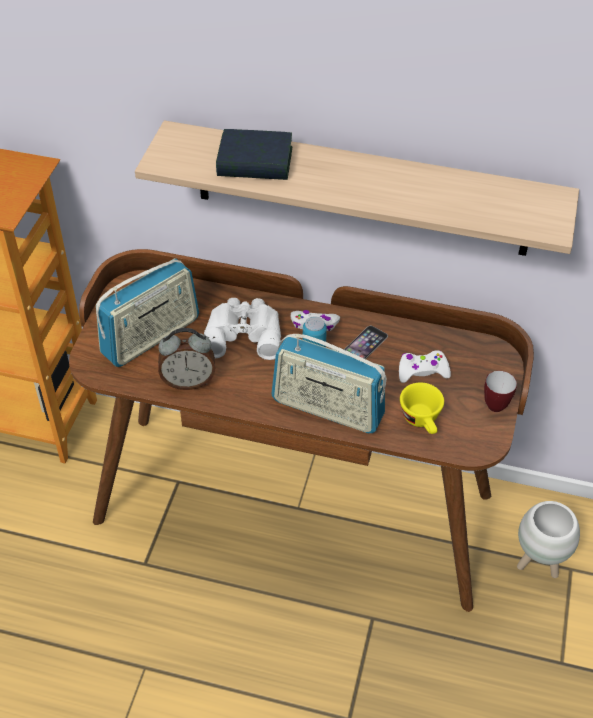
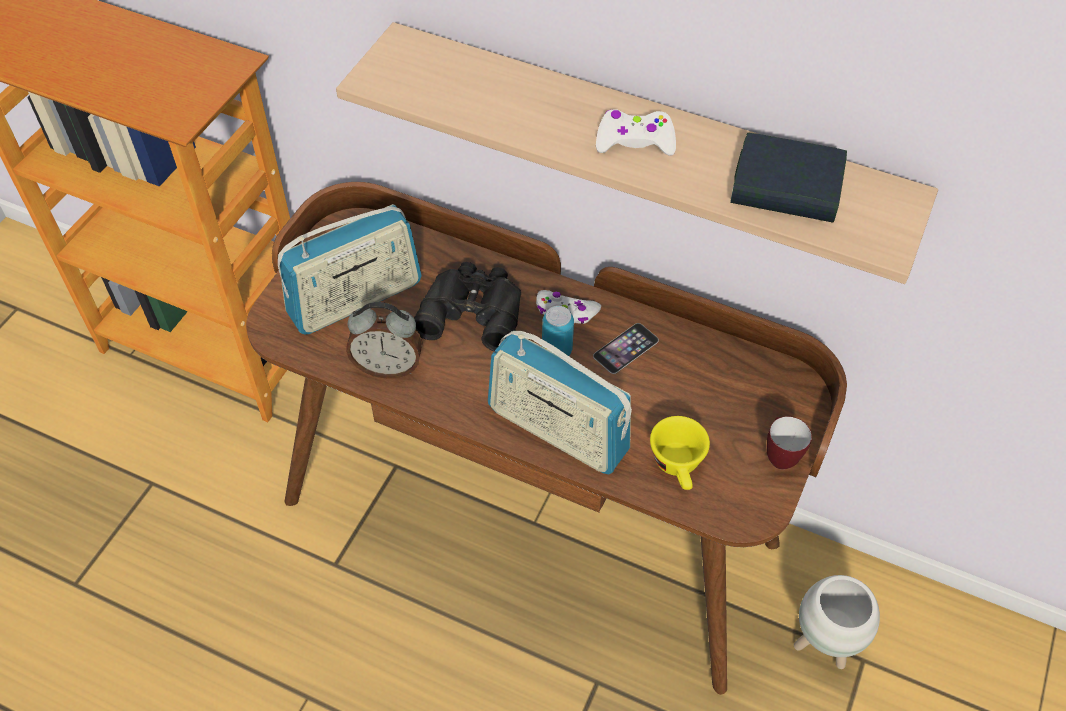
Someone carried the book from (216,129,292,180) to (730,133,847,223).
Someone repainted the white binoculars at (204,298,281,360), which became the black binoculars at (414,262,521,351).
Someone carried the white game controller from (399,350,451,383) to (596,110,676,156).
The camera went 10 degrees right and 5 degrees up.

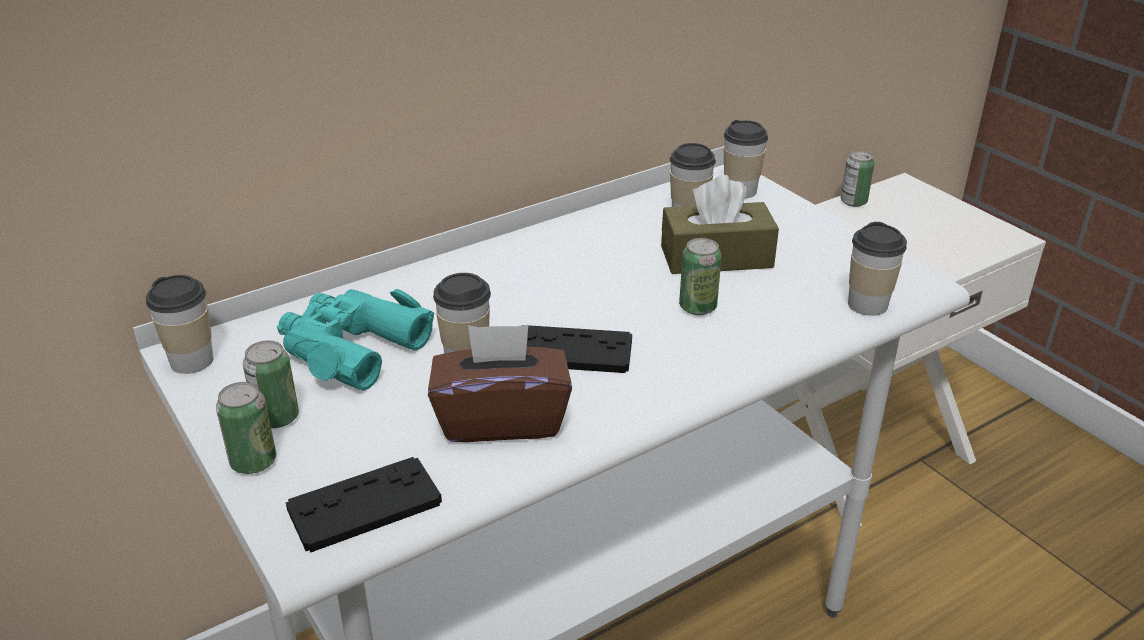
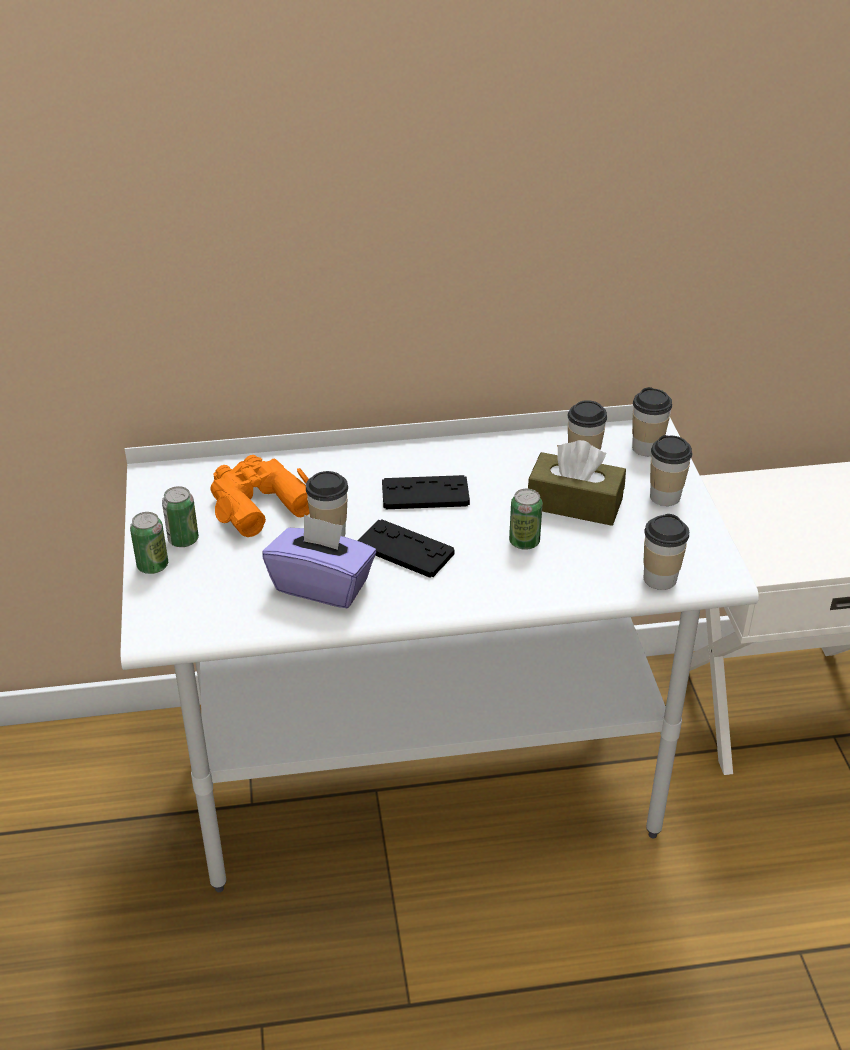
Someone took away the can at (841,151,874,207).
Someone carried the cup from (146,275,214,374) to (650,435,692,506).
Someone repainted the turquoise binoculars at (277,289,434,391), which became the orange binoculars at (210,455,310,537).
Someone repainted the brown tissue box at (428,325,572,442), which became the purple tissue box at (262,514,376,608).
Someone carried the black game controller from (286,457,442,553) to (382,475,470,509).
The camera went 25 degrees right and 5 degrees up.

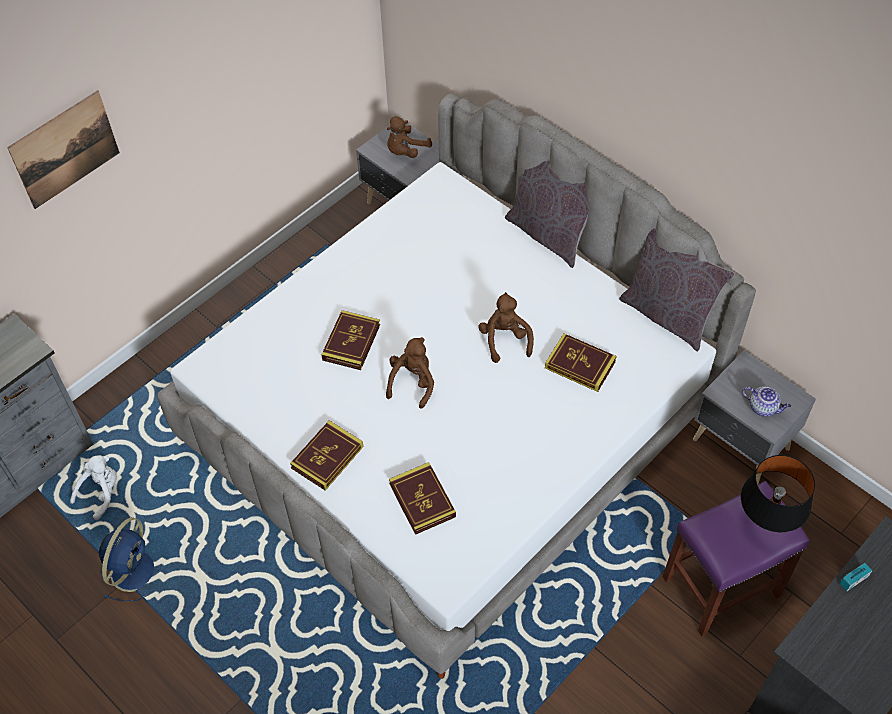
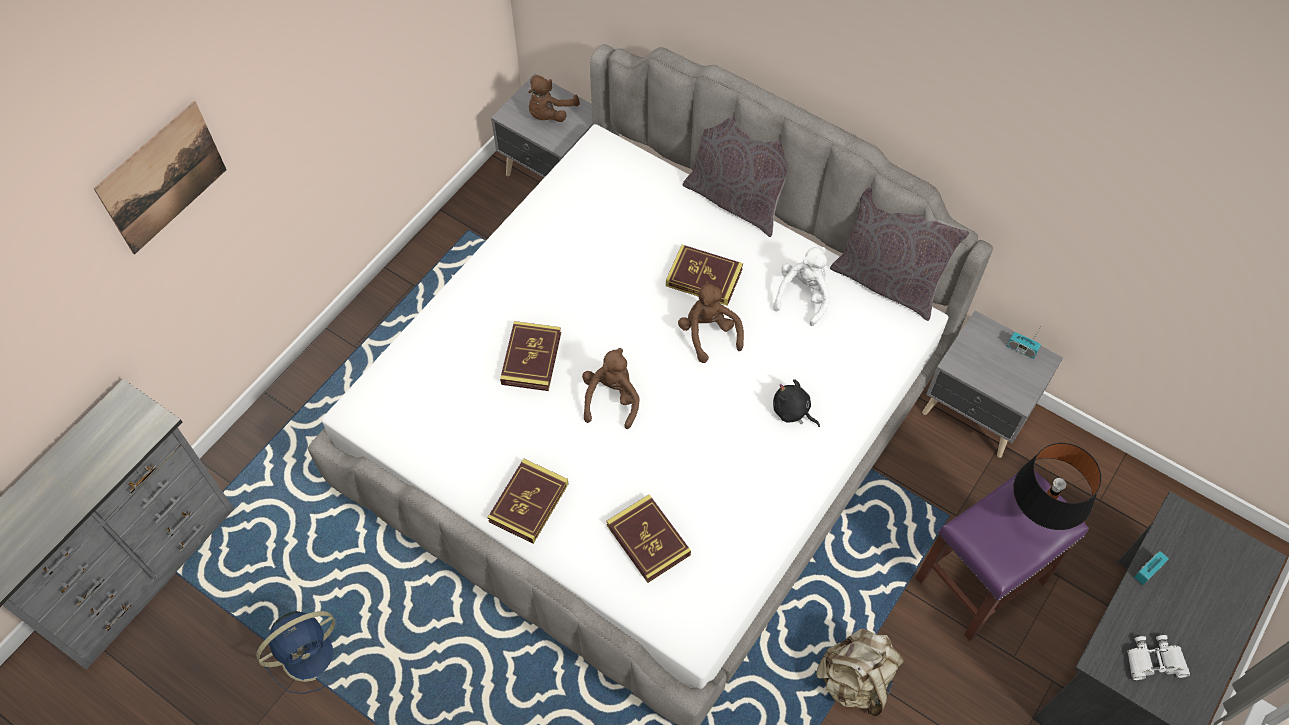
Someone carried the book from (545,334,617,392) to (666,245,743,306).
Someone took away the teapot at (742,386,791,417).
Someone carried the white plush toy from (70,455,117,520) to (773,247,830,326).
Someone rotated the blue fan at (99,517,154,602) by 45 degrees clockwise.
Someone put down the radio at (1007,329,1041,359).
Someone put down the black plush toy at (773,379,820,427).
Someone put down the beige backpack at (816,628,905,716).
Someone put down the white binoculars at (1127,635,1190,680).
The camera went 10 degrees left and 5 degrees up.

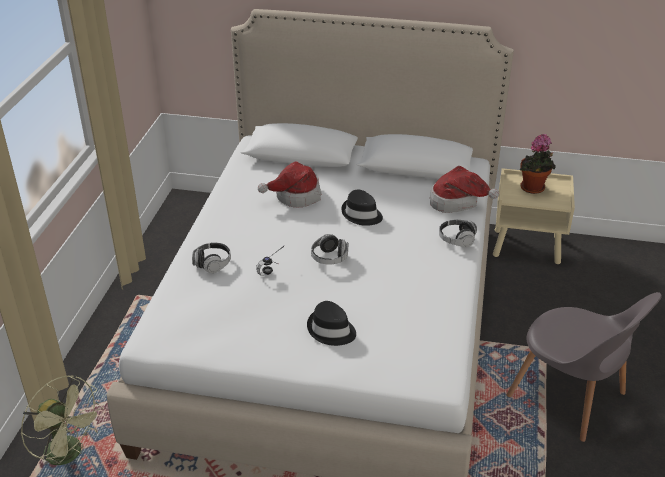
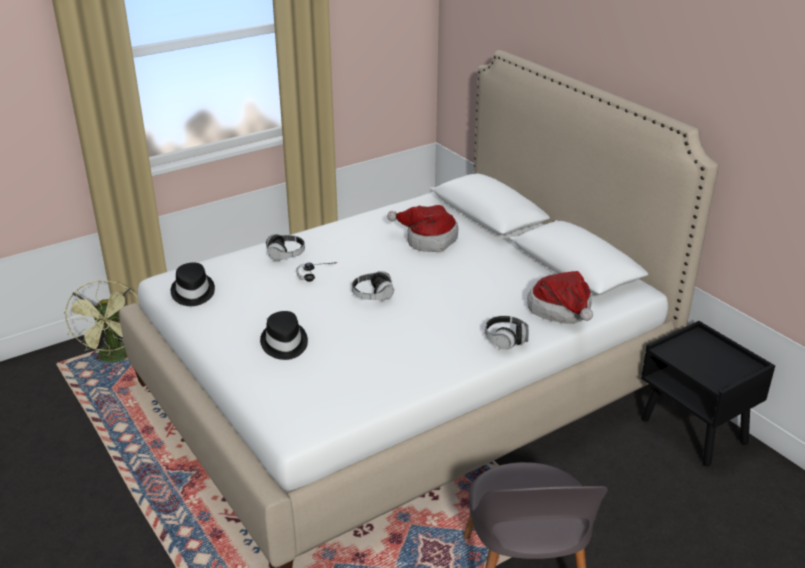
Someone took away the potted plant at (520,134,556,194).
Someone repainted the beige nightstand at (493,168,575,264), which became the black nightstand at (641,321,775,466).
Someone carried the black hat from (341,189,383,226) to (171,263,215,306).
The camera went 45 degrees right and 5 degrees down.

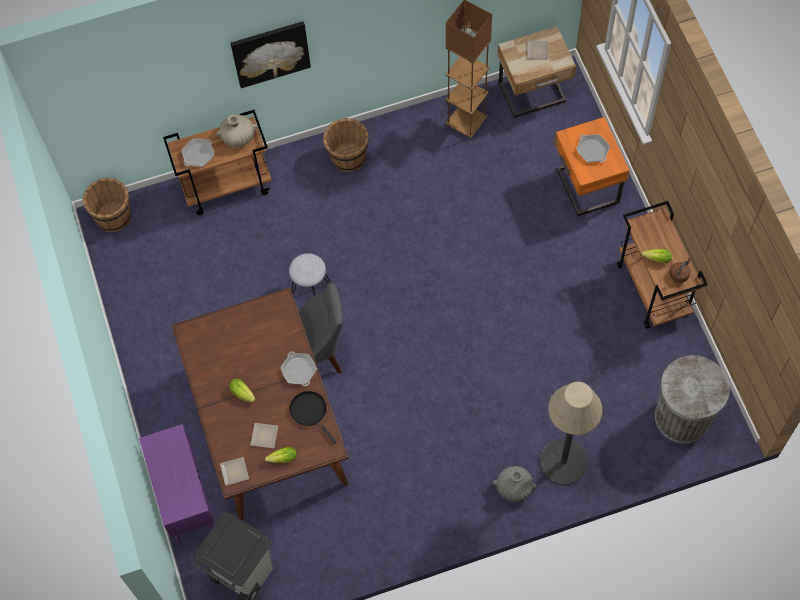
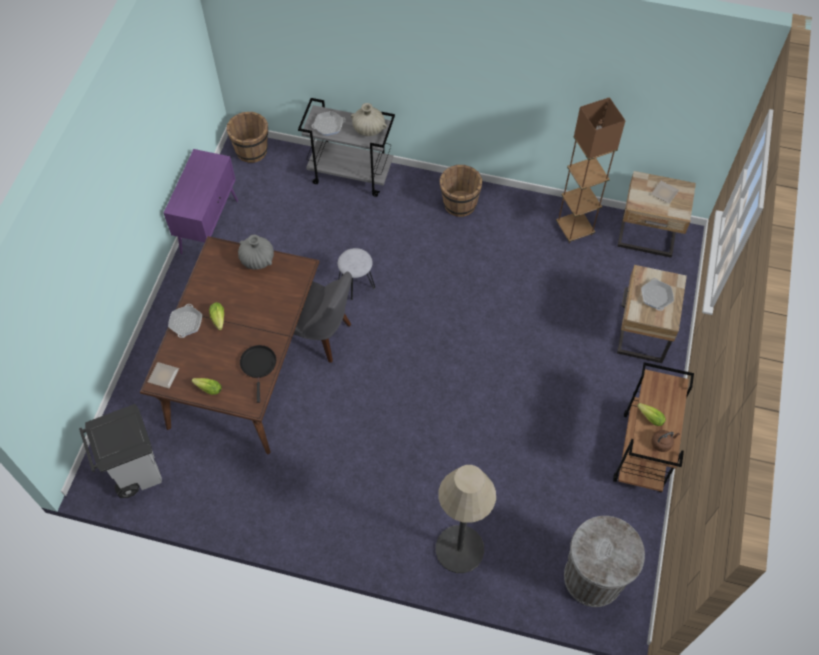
Someone took away the picture at (230,21,311,88).
Someone repainted the brown cart at (163,110,272,215), which became the grey cart at (298,98,395,197).
Someone repainted the orange nightstand at (555,117,629,216), which became the beige nightstand at (617,265,687,363).
Someone carried the frying pan from (281,352,317,386) to (168,304,202,338).
Someone took away the plate at (250,423,278,448).
Someone carried the purple cabinet from (139,424,214,547) to (164,149,238,254).
Someone carried the grey vase from (493,466,537,502) to (238,235,274,270).
The camera went 30 degrees right and 5 degrees down.

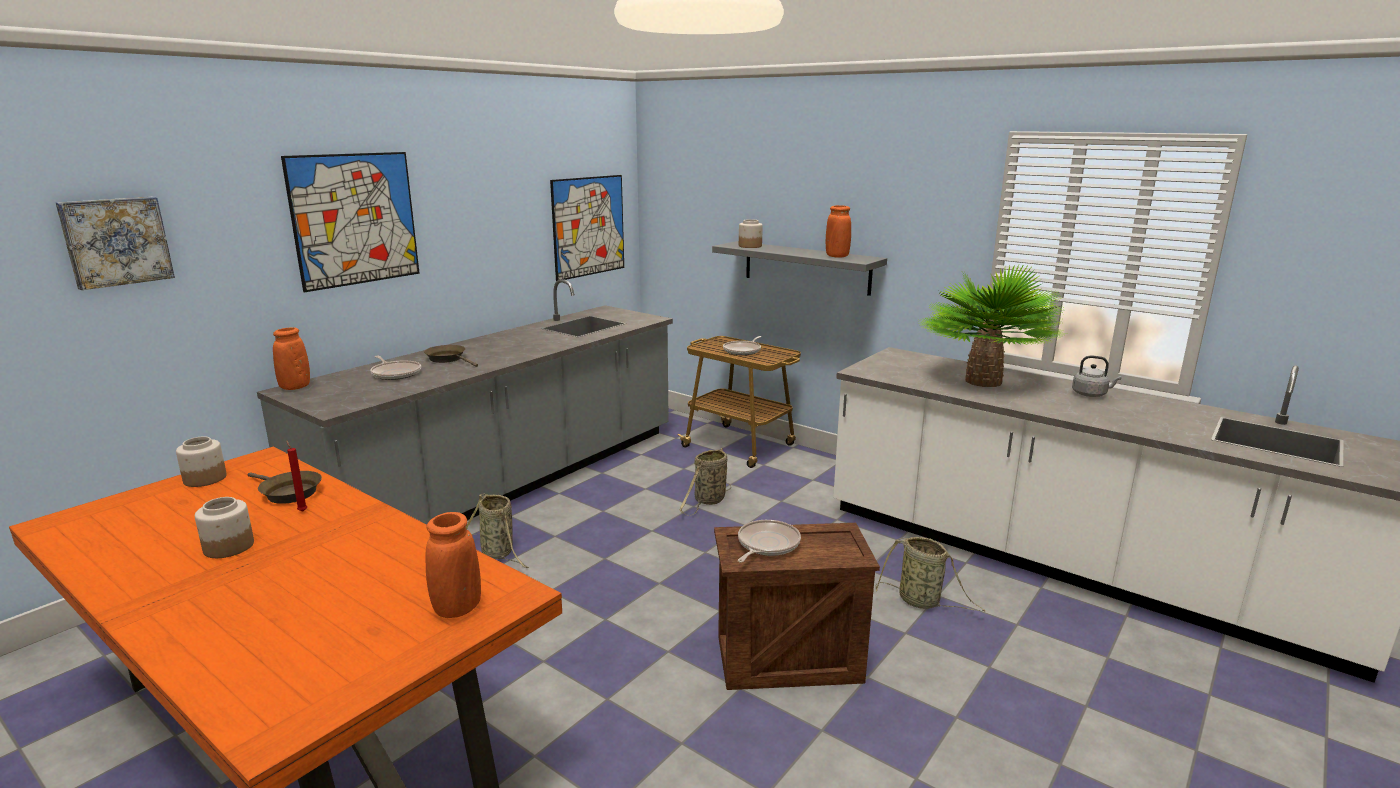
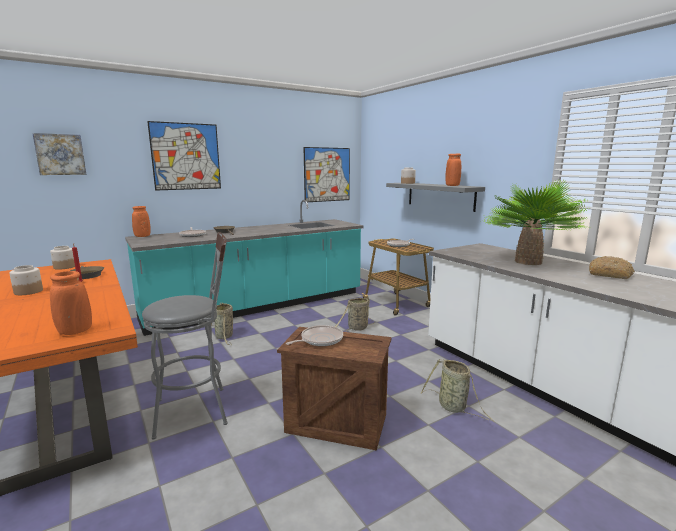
Someone repainted the grey counter at (257,279,673,524), which became the turquoise counter at (125,200,364,336).
Someone swapped the grey kettle at (1072,356,1122,397) for the bread at (589,256,635,279).
Someone put down the grey stool at (142,232,228,440).
The camera went 20 degrees right and 5 degrees down.

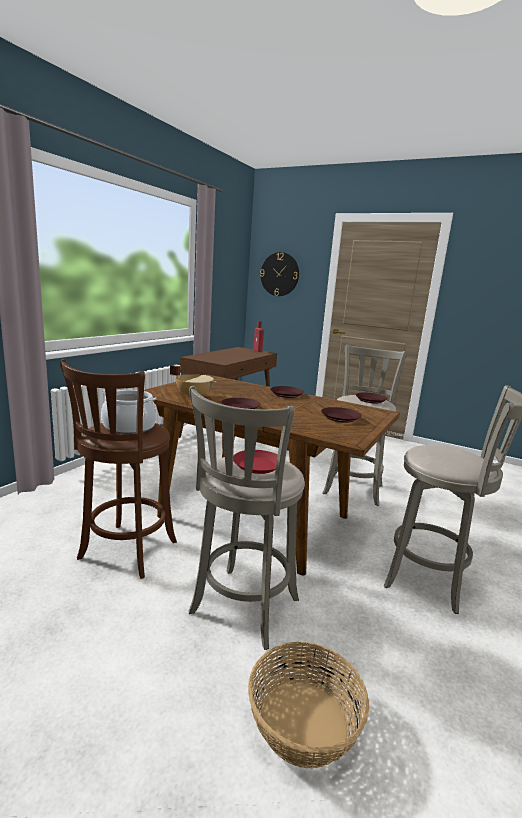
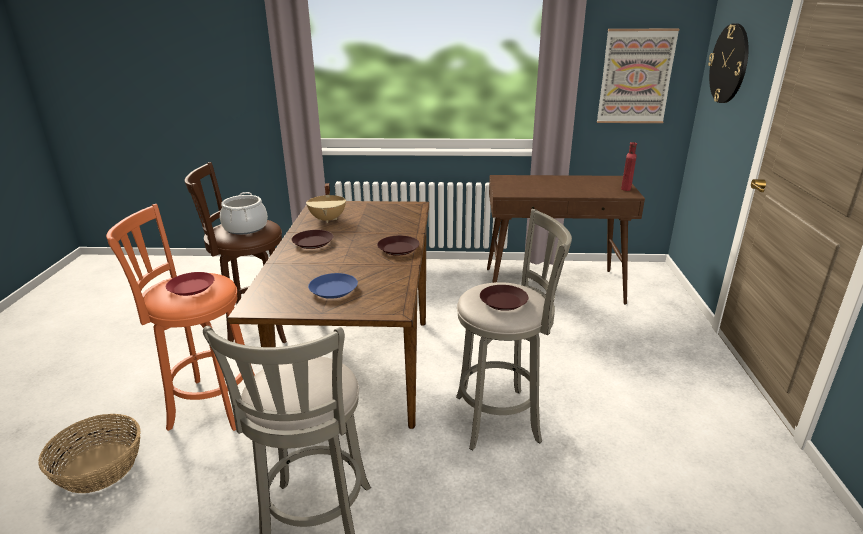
Someone repainted the grey stool at (189,386,305,650), which became the orange stool at (106,204,255,431).
Someone repainted the brown plate at (321,407,361,423), which became the blue plate at (308,273,358,299).
Someone put up the picture at (597,28,679,123).
The camera went 65 degrees right and 10 degrees up.

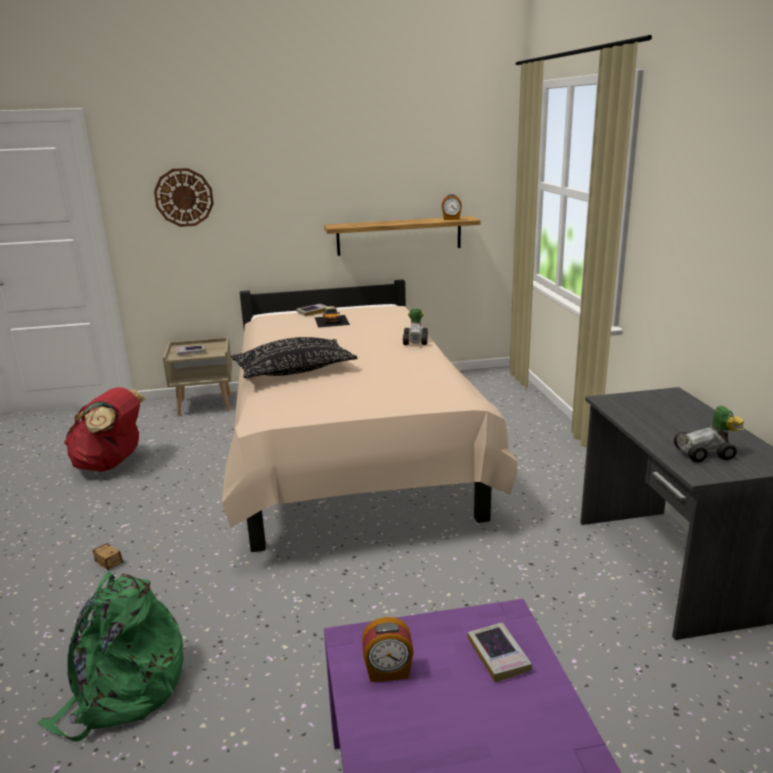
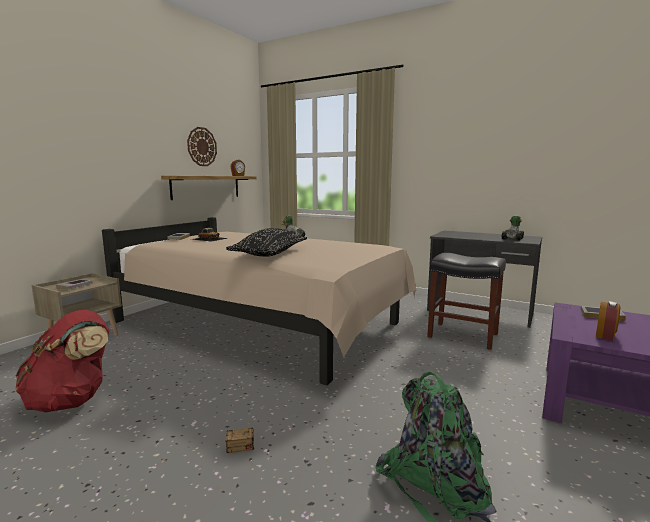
Someone carried the wall clock from (154,168,214,227) to (187,127,217,166).
Someone put down the black stool at (427,253,506,350).
The camera went 50 degrees left and 10 degrees down.

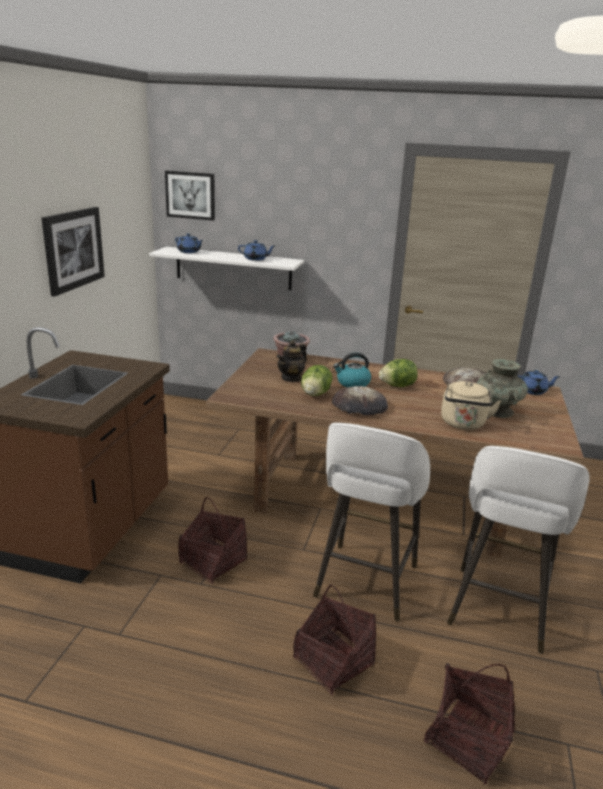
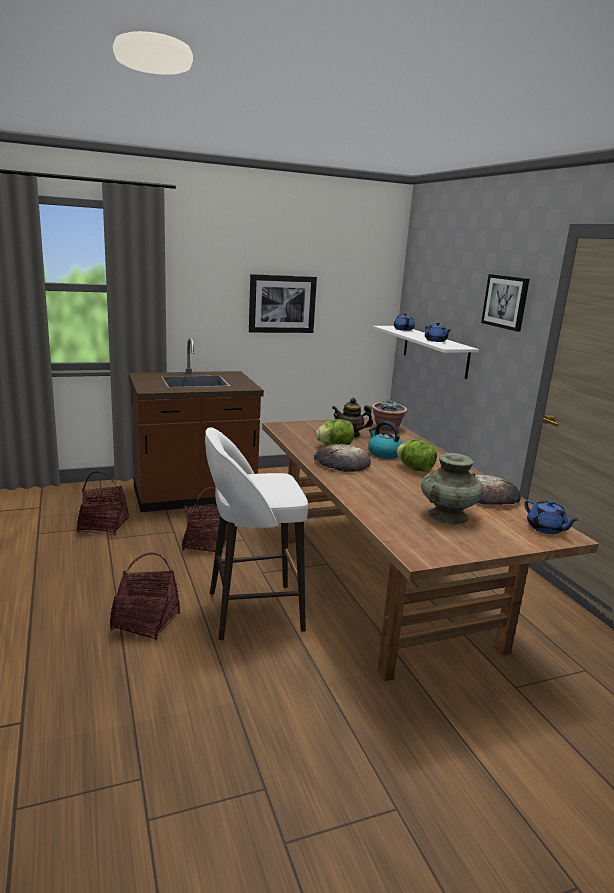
Someone carried the picture from (165,171,215,221) to (481,274,530,331).
Someone took away the beige kettle at (441,381,501,430).
Someone took away the white stool at (447,446,590,654).
Someone carried the basket from (424,663,515,785) to (77,472,129,535).
The camera went 55 degrees right and 5 degrees down.

